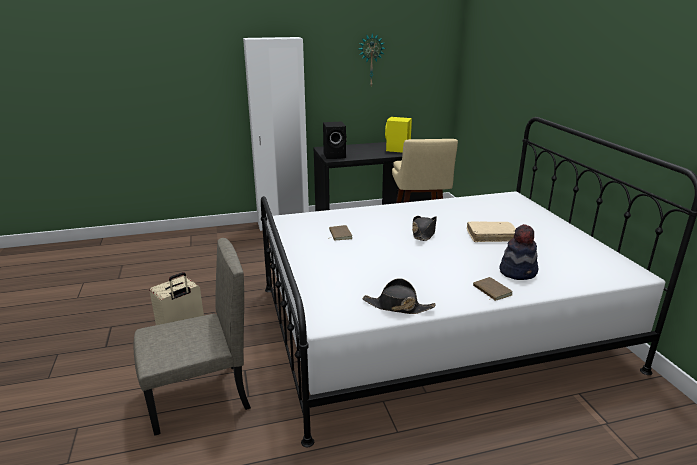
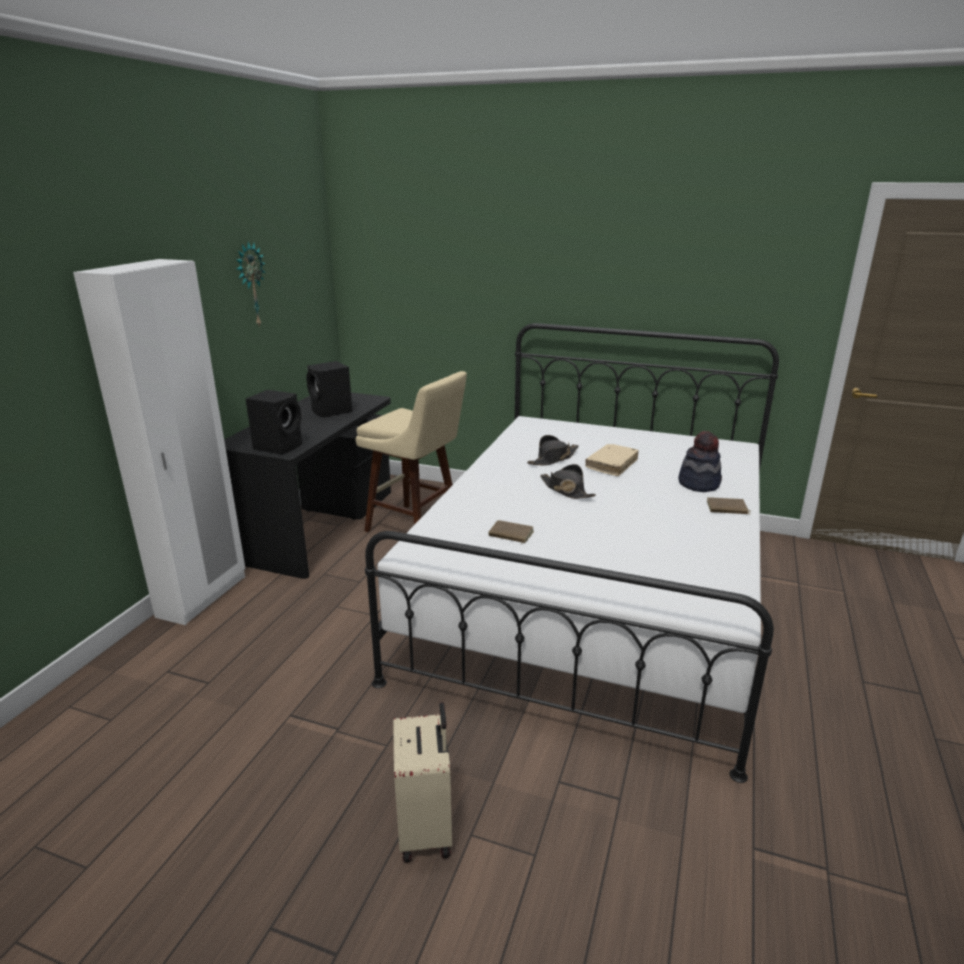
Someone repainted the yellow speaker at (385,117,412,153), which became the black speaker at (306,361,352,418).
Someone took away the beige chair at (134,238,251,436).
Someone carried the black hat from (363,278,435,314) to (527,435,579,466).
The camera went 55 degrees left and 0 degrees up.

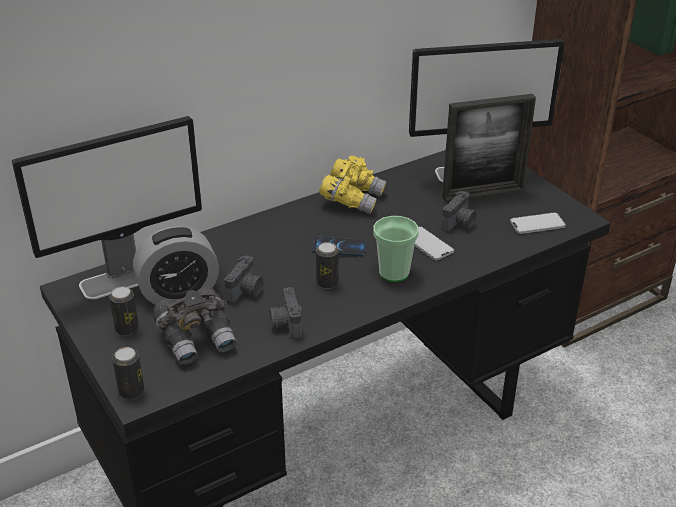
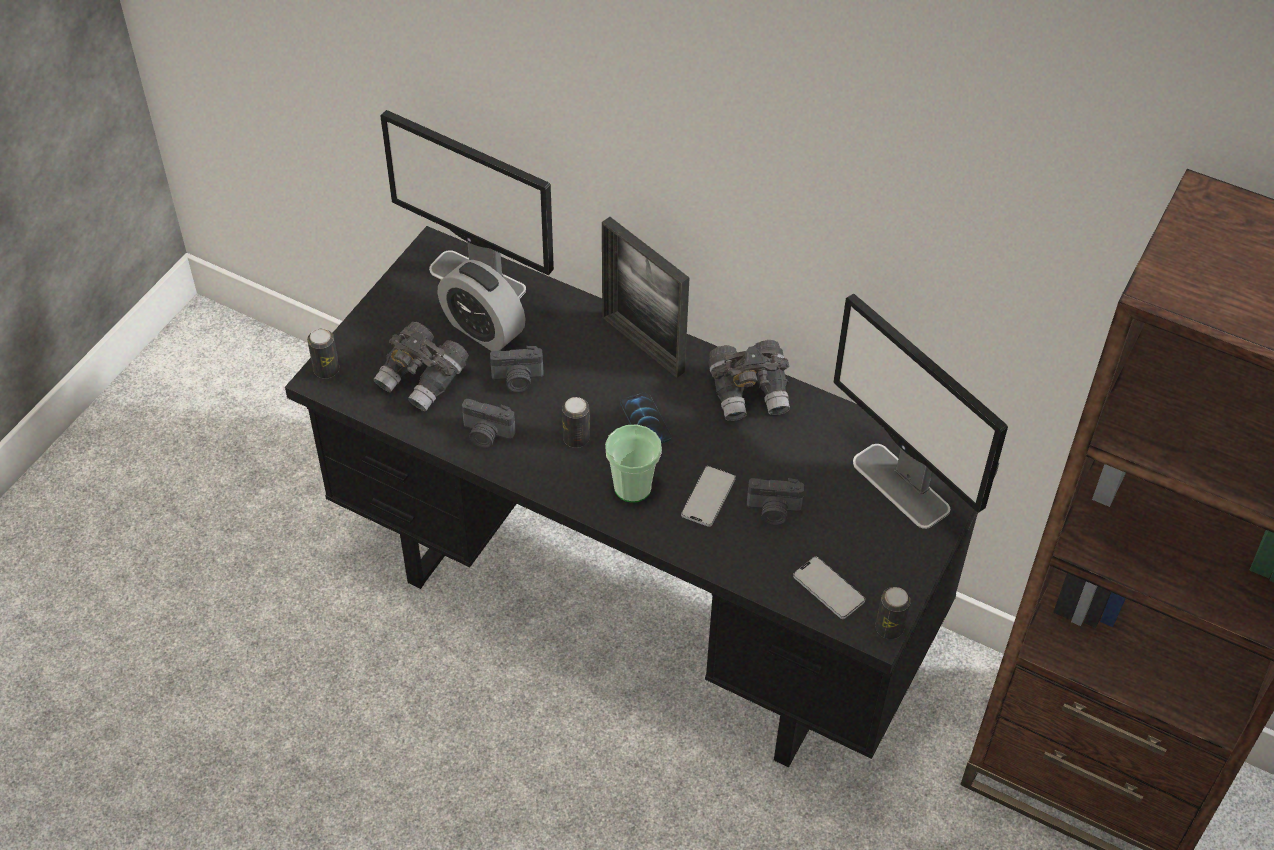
Someone carried the picture frame from (442,94,536,202) to (602,217,690,378).
Someone repainted the yellow binoculars at (319,156,387,214), which became the grey binoculars at (708,340,790,421).
Someone carried the can from (109,286,139,335) to (875,587,911,639).
Someone rotated the photo camera at (269,287,302,339) by 120 degrees counterclockwise.
The camera went 60 degrees right and 15 degrees up.

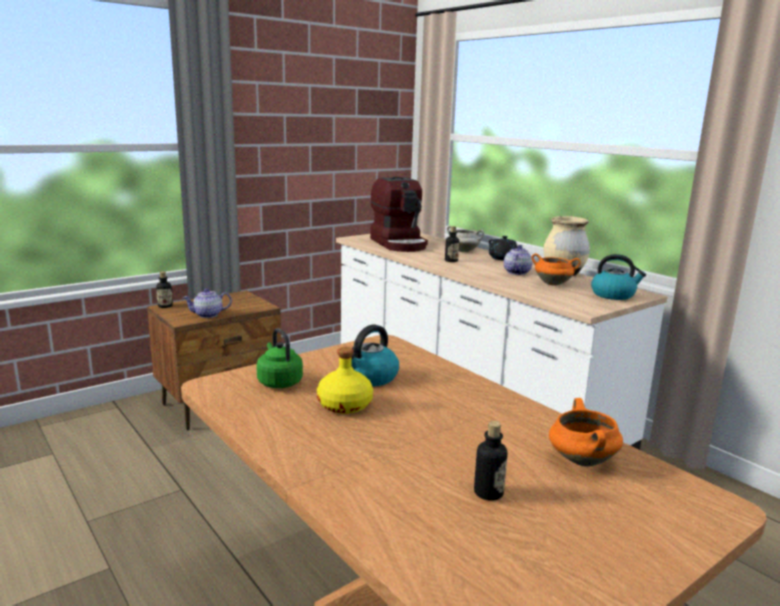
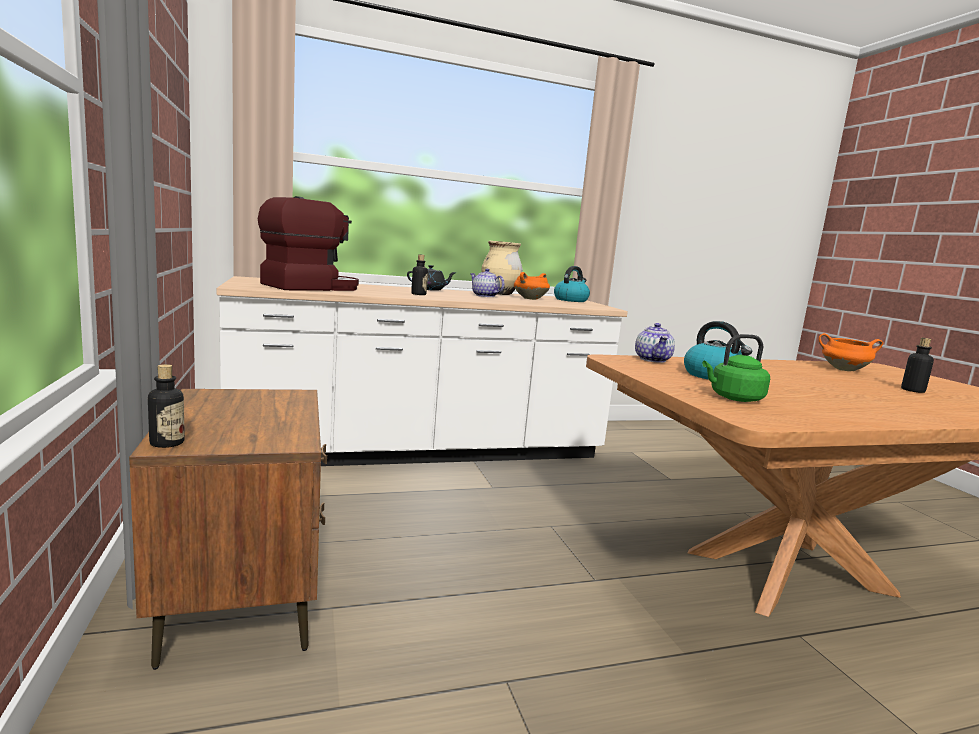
Someone rotated the coffee machine at (370,177,428,252) by 45 degrees counterclockwise.
Someone took away the white cooking pot at (447,226,484,252).
Someone carried the teapot from (183,288,232,318) to (635,323,675,363).
Someone took away the yellow bottle at (317,347,373,414).
The camera went 70 degrees left and 5 degrees down.

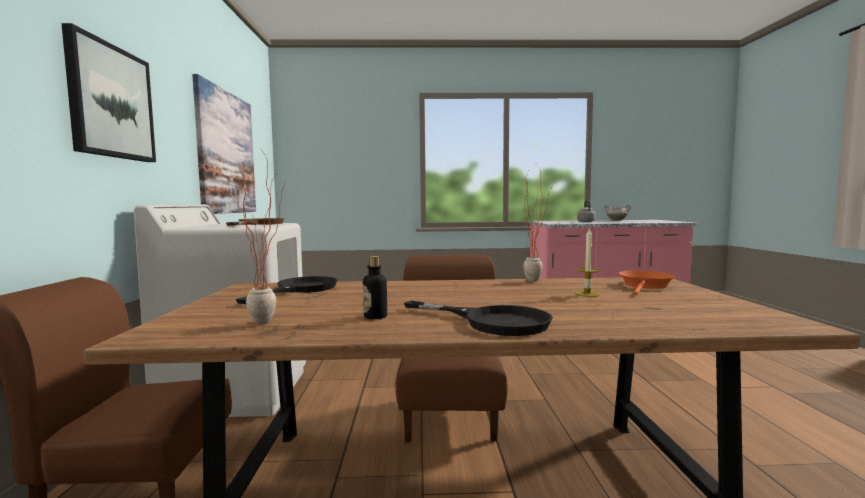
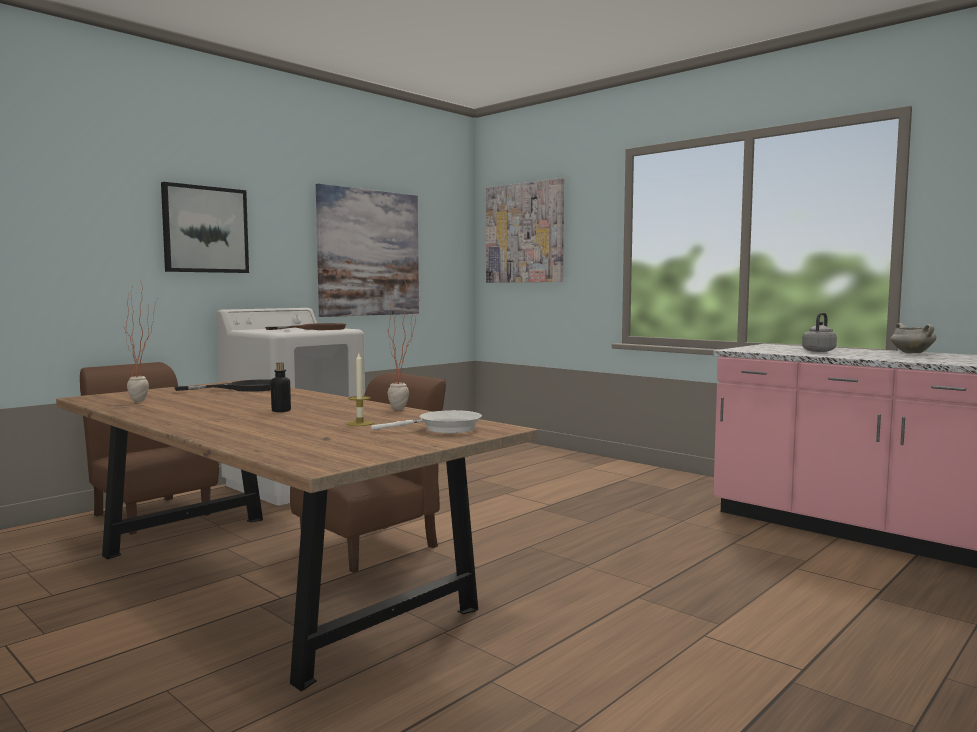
Someone carried the bottle from (363,256,387,319) to (271,363,291,412).
Someone repainted the orange frying pan at (619,270,675,296), which became the white frying pan at (371,410,482,433).
Someone took away the black frying pan at (404,301,553,336).
Someone put up the picture at (486,178,564,283).
The camera went 45 degrees right and 0 degrees up.

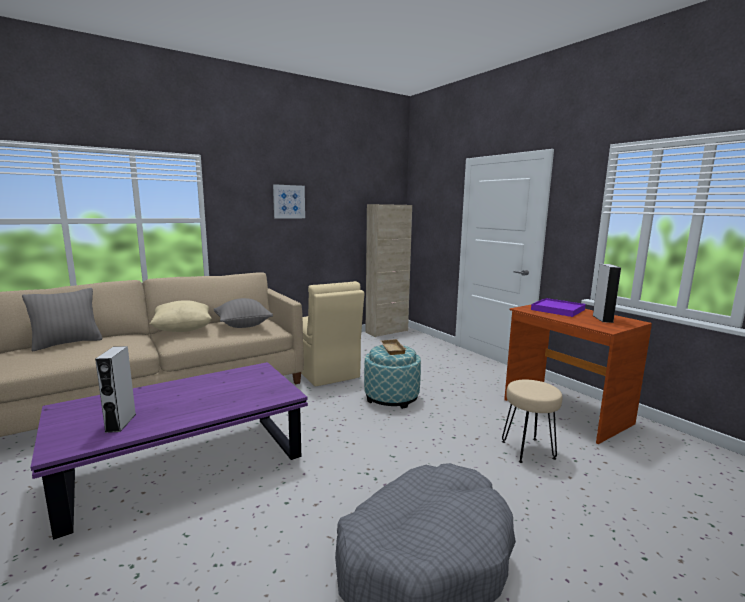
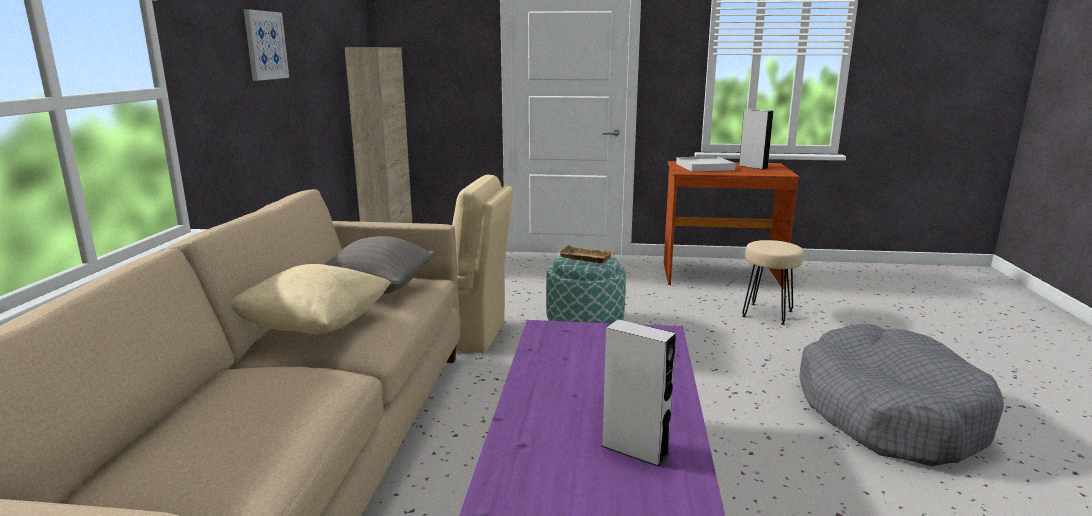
Someone took away the grey pillow at (22,288,102,352).
Someone repainted the purple tray at (531,298,586,317), which became the white tray at (676,156,736,171).
The camera went 50 degrees left and 5 degrees up.

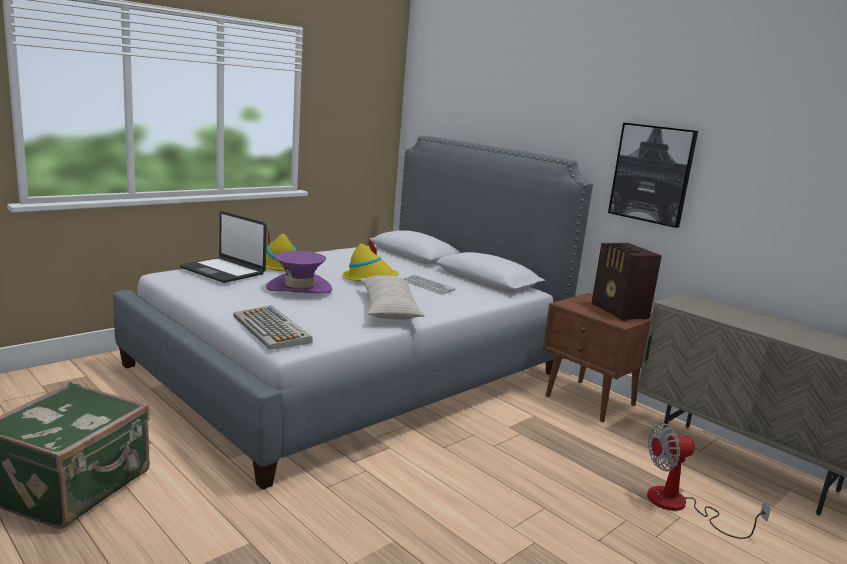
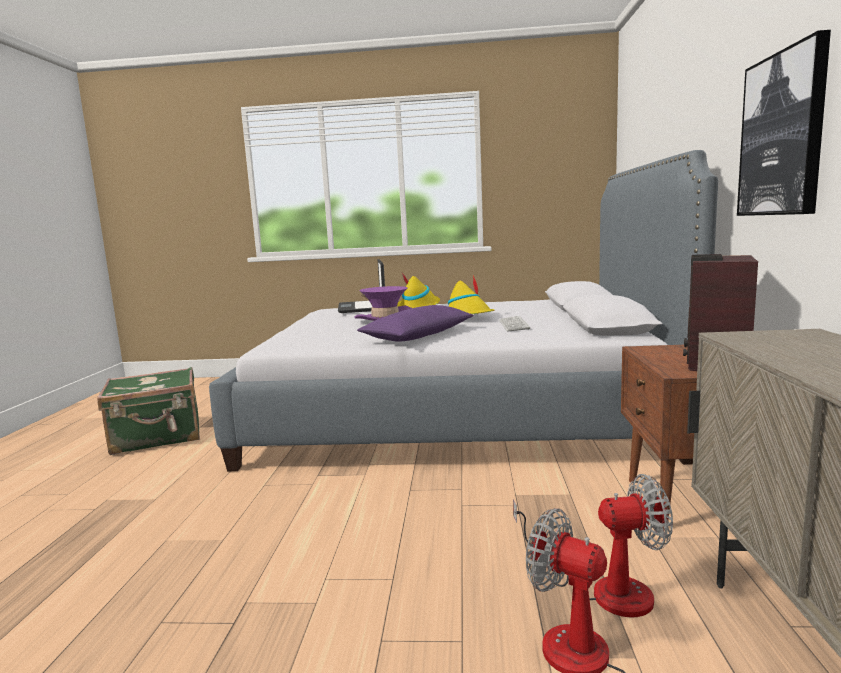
Someone repainted the beige pillow at (360,276,425,320), which became the purple pillow at (357,305,474,342).
Someone took away the keyboard at (233,305,312,350).
Someone put down the fan at (513,474,673,617).
The camera went 50 degrees right and 5 degrees down.

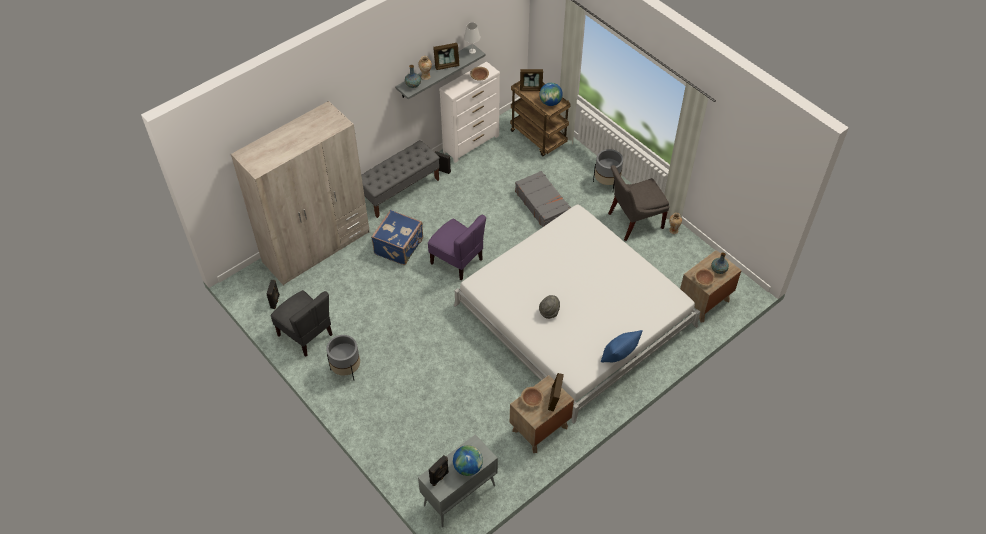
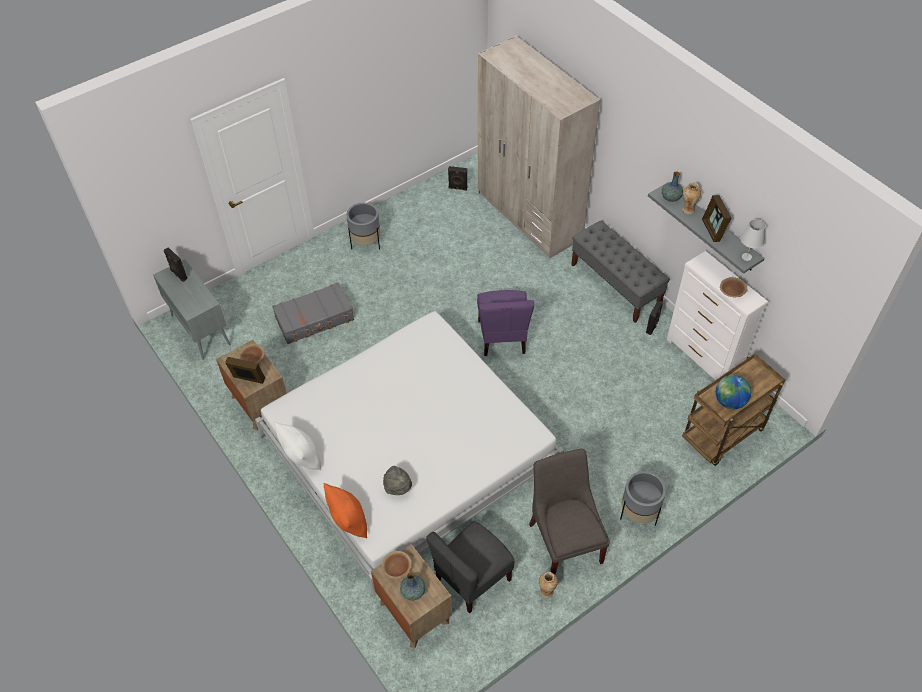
Someone took away the picture frame at (520,69,543,91).
Someone carried the grey suitcase from (515,171,571,227) to (272,282,354,344).
Someone took away the blue suitcase at (371,210,423,265).
Someone rotated the purple chair at (428,215,486,281) by 45 degrees counterclockwise.
Someone carried the grey chair from (271,290,332,357) to (426,521,514,614).
Someone carried the grey hat from (539,295,560,319) to (383,466,412,495).
Someone repainted the blue pillow at (601,330,643,362), which became the white pillow at (274,422,321,470).
Someone took away the globe at (453,445,483,476).
Someone put down the orange pillow at (324,483,367,538).
The camera went 95 degrees right and 0 degrees up.

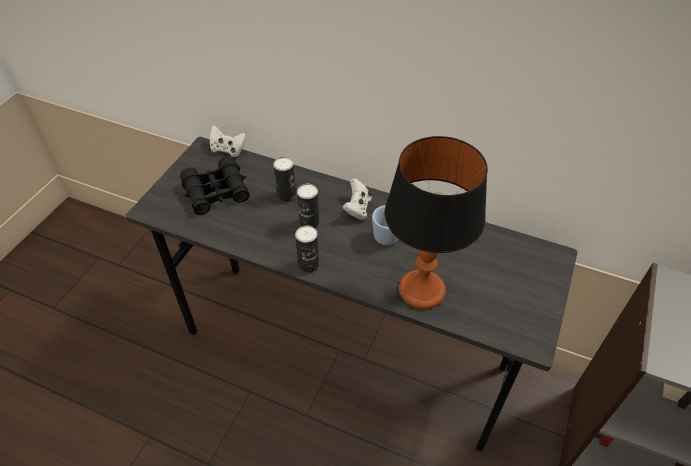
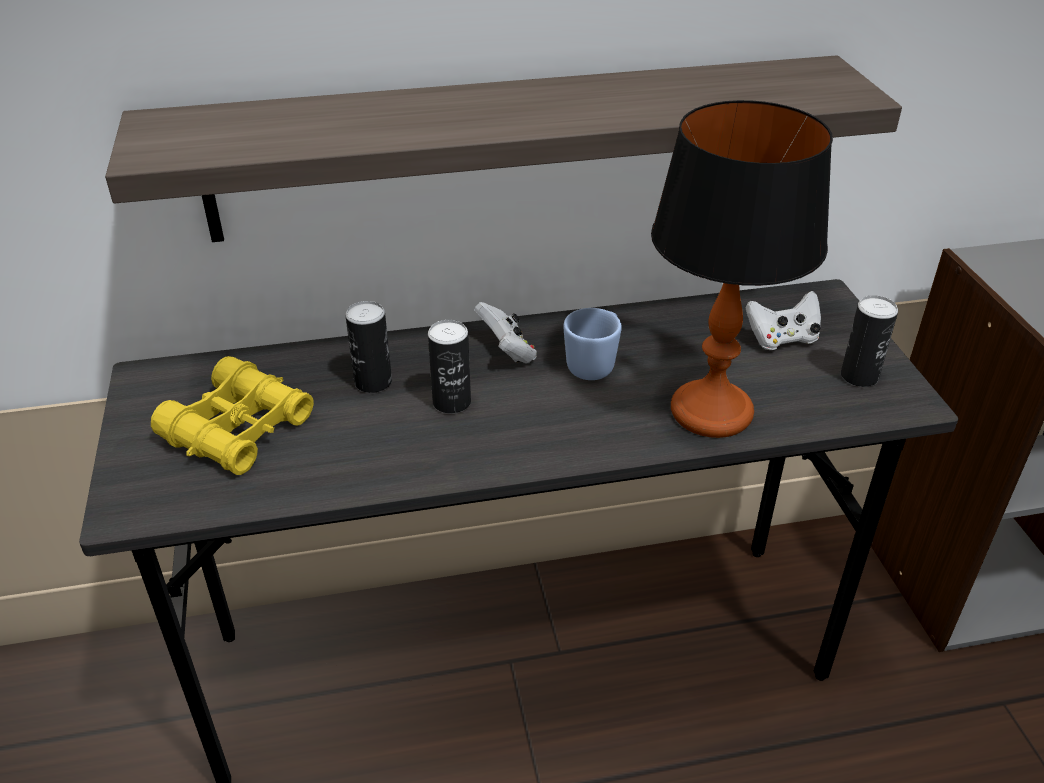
Someone carried the white game controller from (209,125,247,157) to (745,291,821,350).
Someone repainted the black binoculars at (180,156,250,215), which became the yellow binoculars at (151,356,314,475).
Someone carried the can from (295,225,319,273) to (841,295,898,387).
Someone put up the shelf at (105,55,902,242).
The camera went 35 degrees left and 10 degrees down.

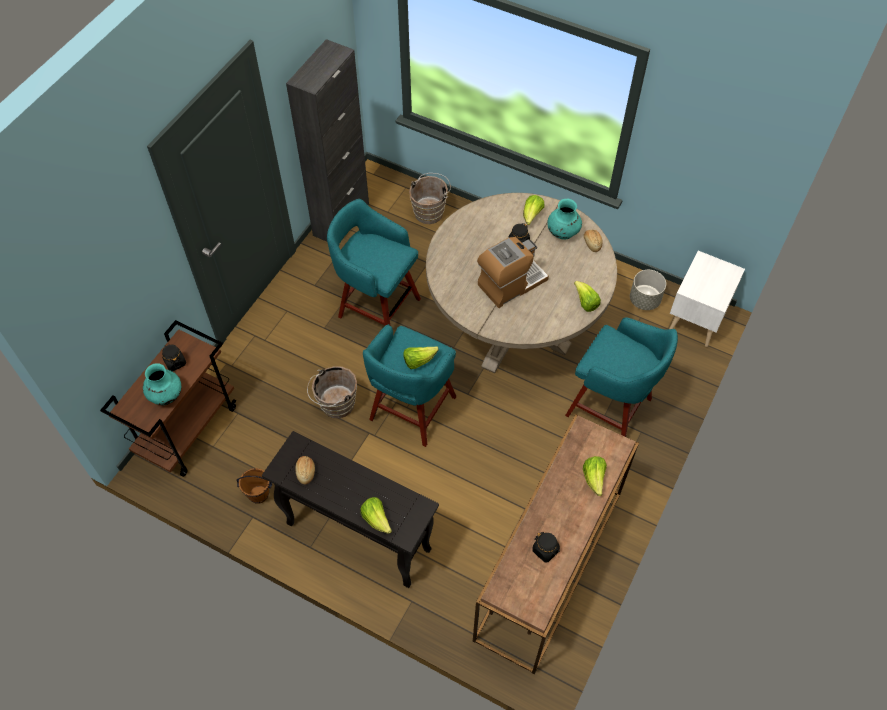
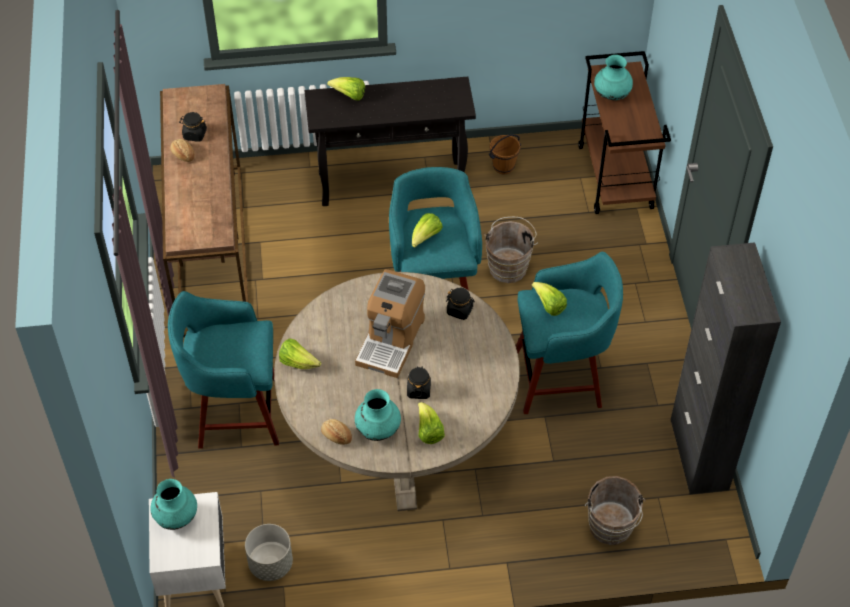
Someone carried the black jar from (162,344,186,372) to (446,288,475,320).
Someone carried the bread from (295,456,315,485) to (170,139,195,162).
Someone carried the lettuce from (583,456,607,496) to (532,282,567,316).
Someone put down the turquoise vase at (151,479,197,530).
The camera went 145 degrees right and 5 degrees down.

